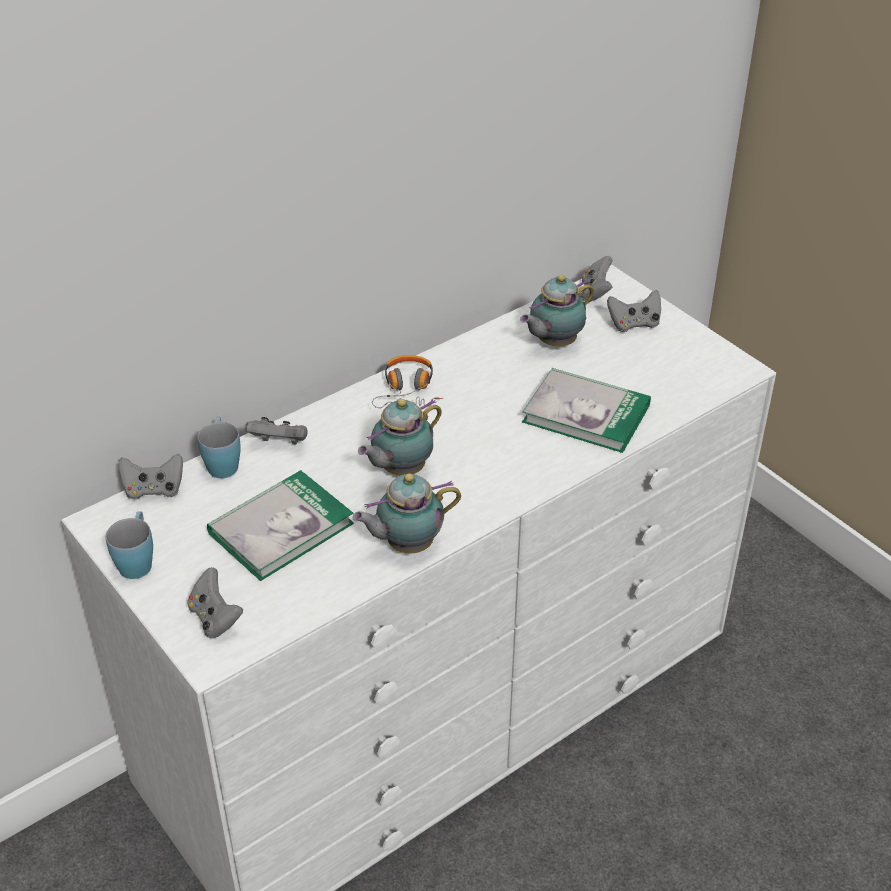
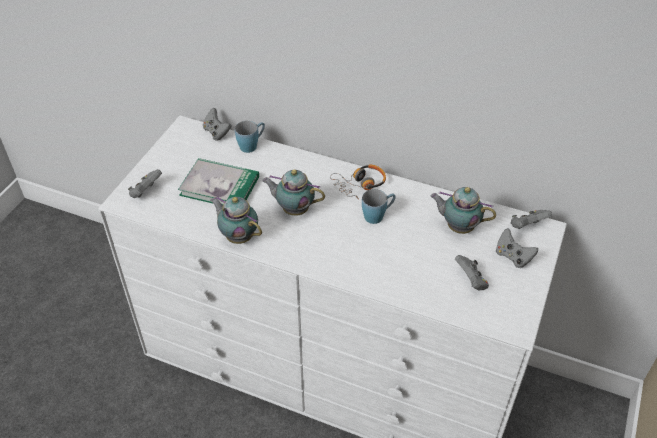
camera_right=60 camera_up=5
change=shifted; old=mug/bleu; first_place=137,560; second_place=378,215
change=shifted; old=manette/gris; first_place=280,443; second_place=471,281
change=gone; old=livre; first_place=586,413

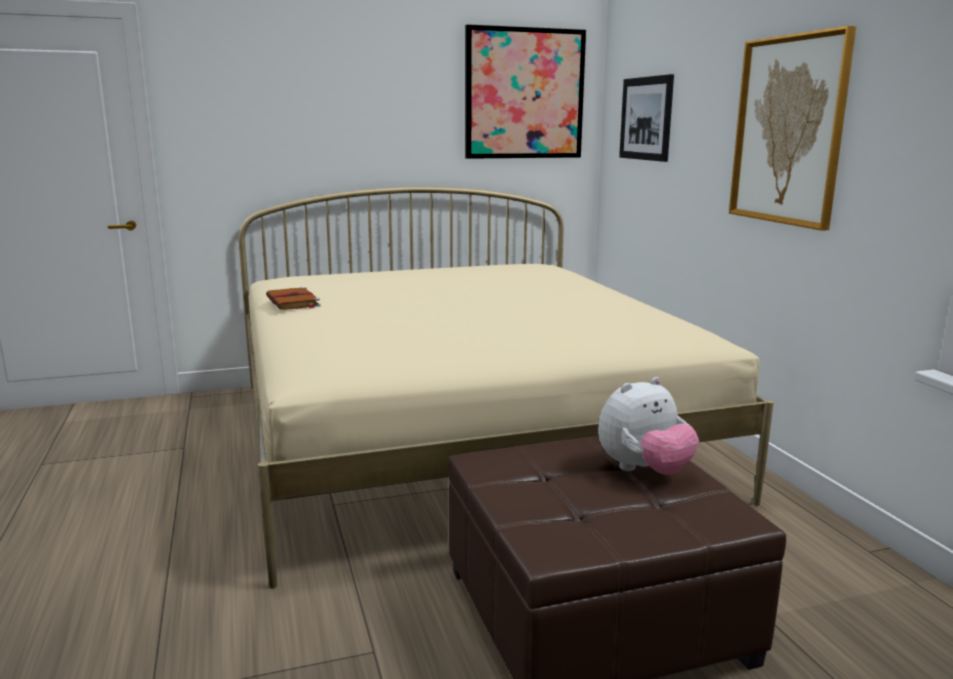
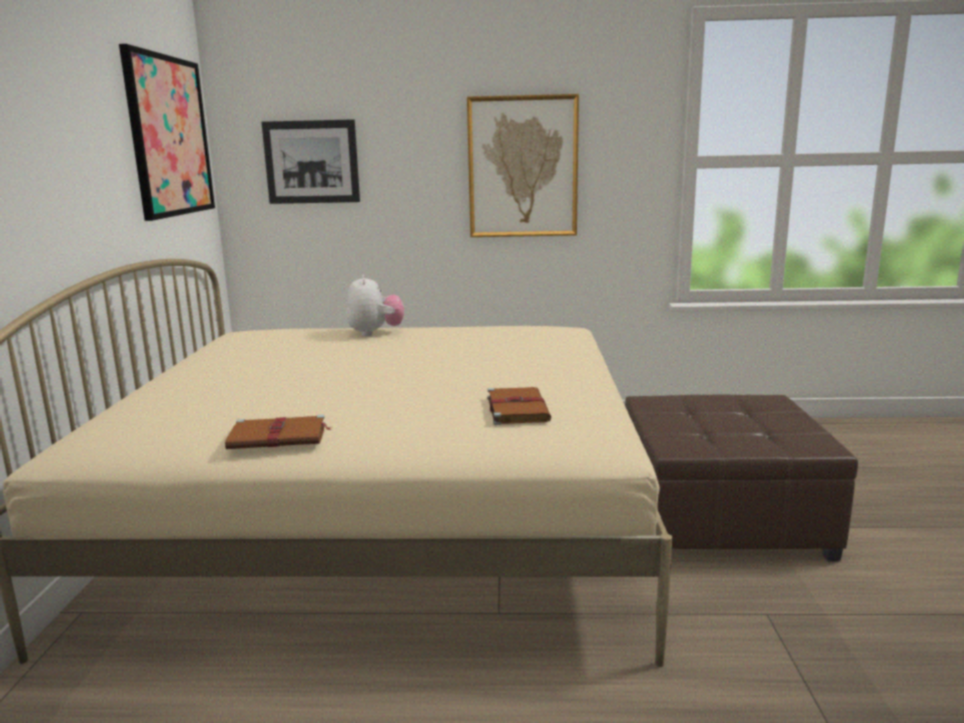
camera_right=-70 camera_up=0
change=shifted; old=peluche; first_place=644,471; second_place=375,333
change=new; new=livre/marron; second_place=517,408

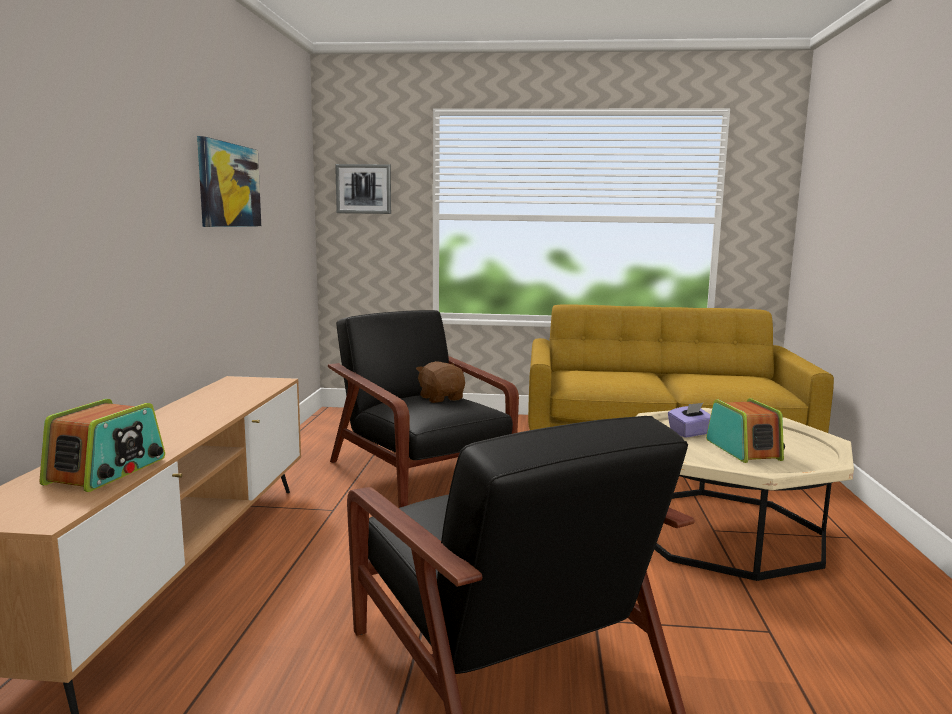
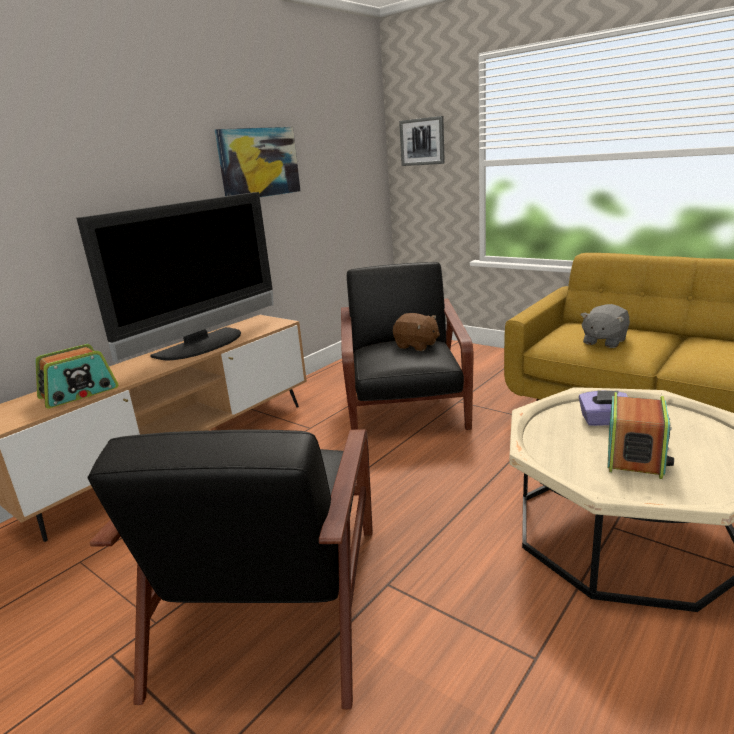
camera_right=35 camera_up=10
change=rotated; old=peluche/marron; first_place=441,398; second_place=416,346; degrees=120
change=new; new=téléviseur; second_place=203,345
change=new; new=peluche/gris; second_place=603,341

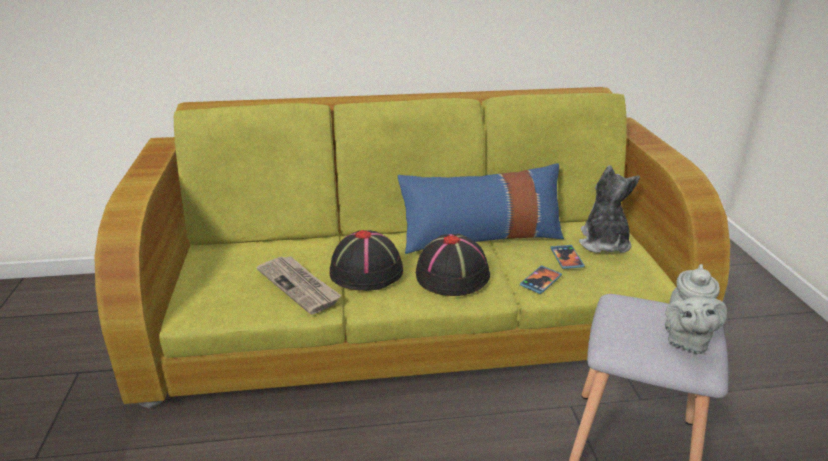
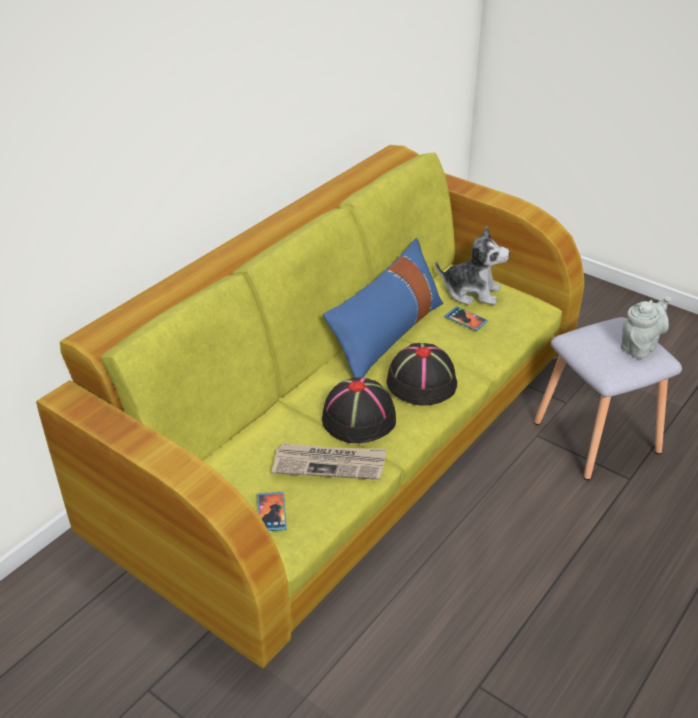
camera_right=-45 camera_up=10
change=shifted; old=téléphone; first_place=540,281; second_place=271,513
change=rotated; old=peluche; first_place=603,243; second_place=471,292; degrees=150
change=rotated; old=théière/gris; first_place=686,341; second_place=640,346; degrees=-105

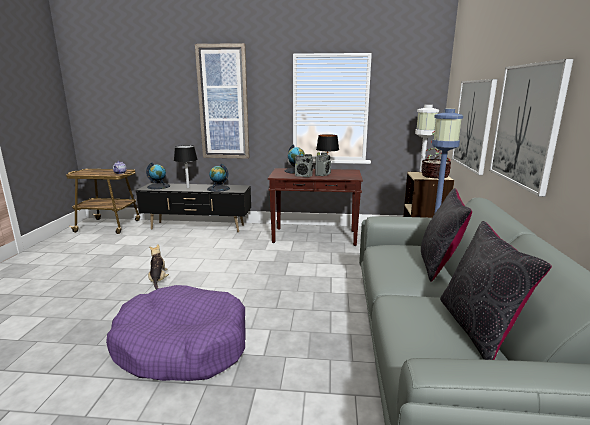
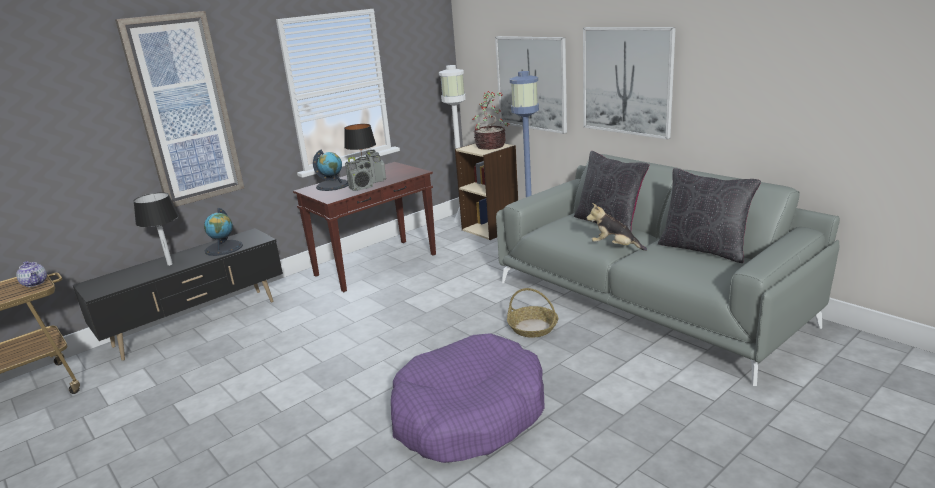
camera_right=-45 camera_up=5
change=gone; old=globe; first_place=159,186
change=shifted; old=peluche; first_place=158,280; second_place=615,247
change=new; new=panier; second_place=533,327

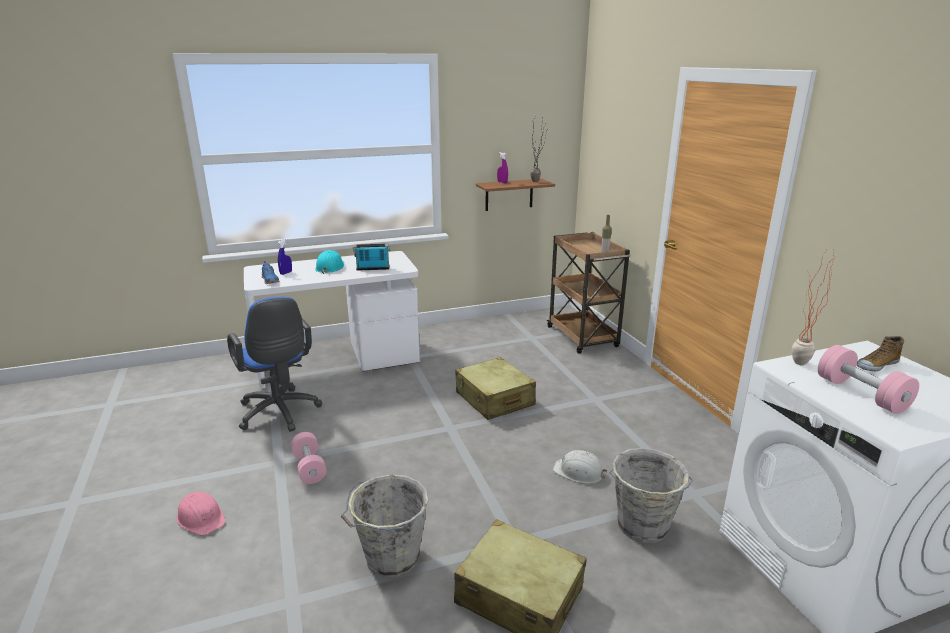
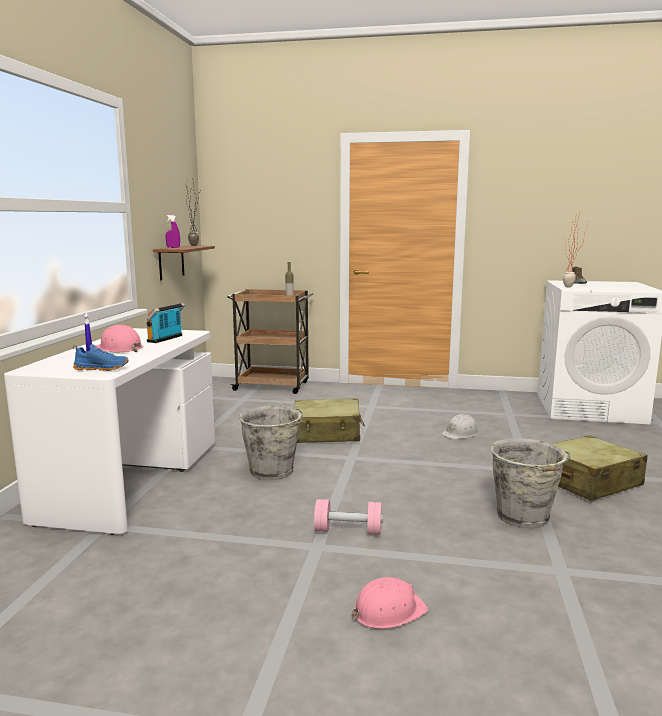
camera_right=-60 camera_up=-10
change=gone; old=chaise de bureau/bleu; first_place=280,414
change=repainted; old=casque de chantier/turquoise; new=casque de chantier/rose; first_place=330,267; second_place=119,348
change=shifted; old=seau/gris; first_place=642,527; second_place=273,472
change=gone; old=haltère/rose; first_place=861,394

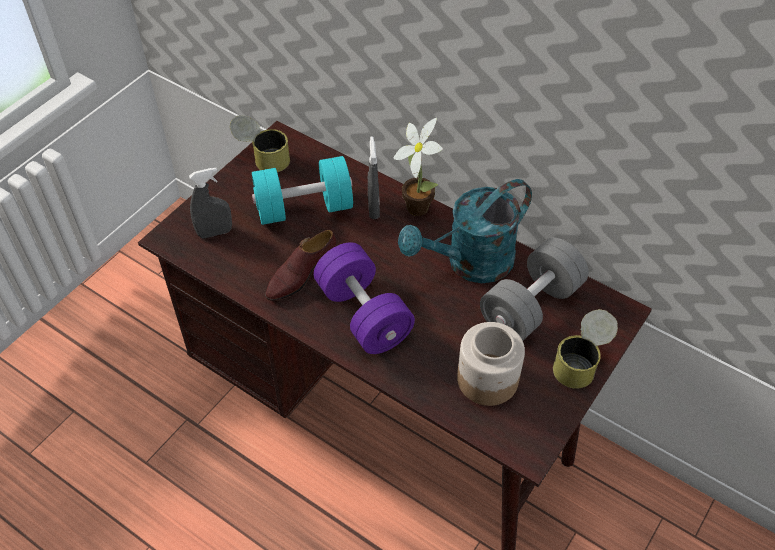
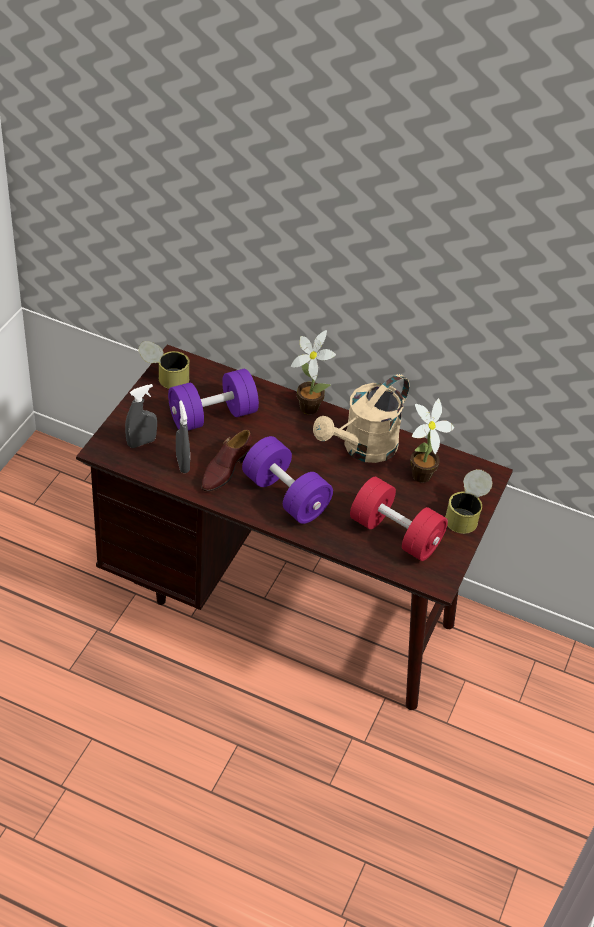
camera_right=-15 camera_up=-5
change=repainted; old=haltère/turquoise; new=haltère/violet; first_place=304,208; second_place=212,416
change=shifted; old=vaporisateur/gris; first_place=373,208; second_place=182,463
change=repainted; old=arrosoir/turquoise; new=arrosoir/beige; first_place=470,264; second_place=362,449
change=swapped; old=bocal; new=haltère/rouge; first_place=486,379; second_place=395,534
change=swapped; old=haltère/gris; new=plante en pot; first_place=531,306; second_place=418,476

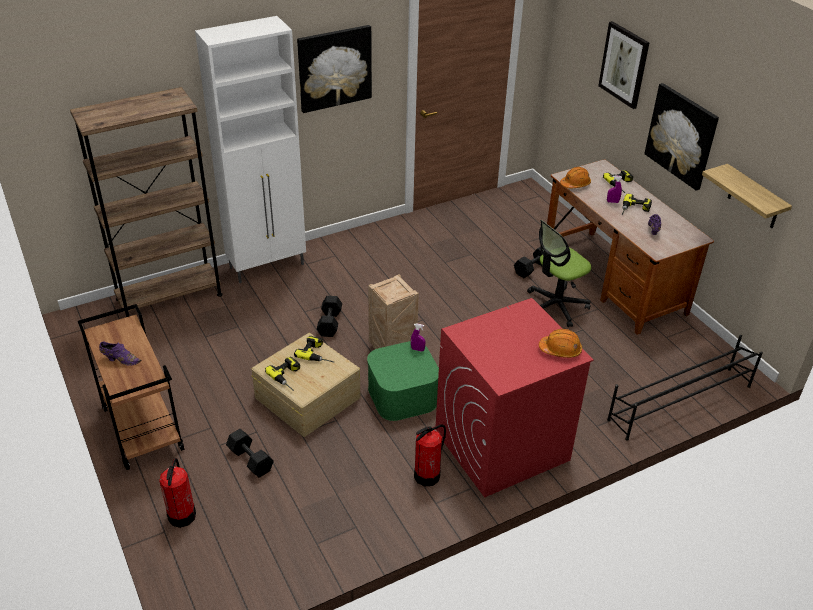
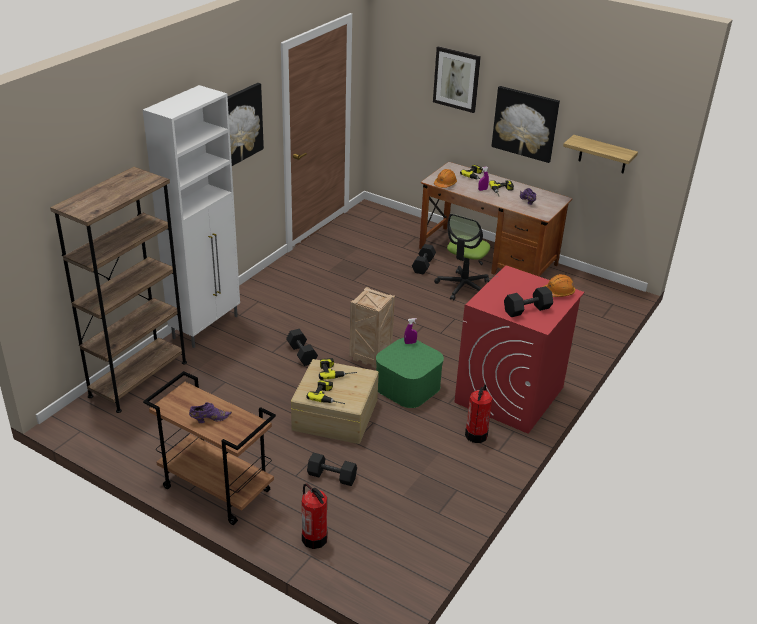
camera_right=-30 camera_up=-5
change=gone; old=étagère à chaussures/noir; first_place=679,403
change=new; new=haltère/noir; second_place=527,310

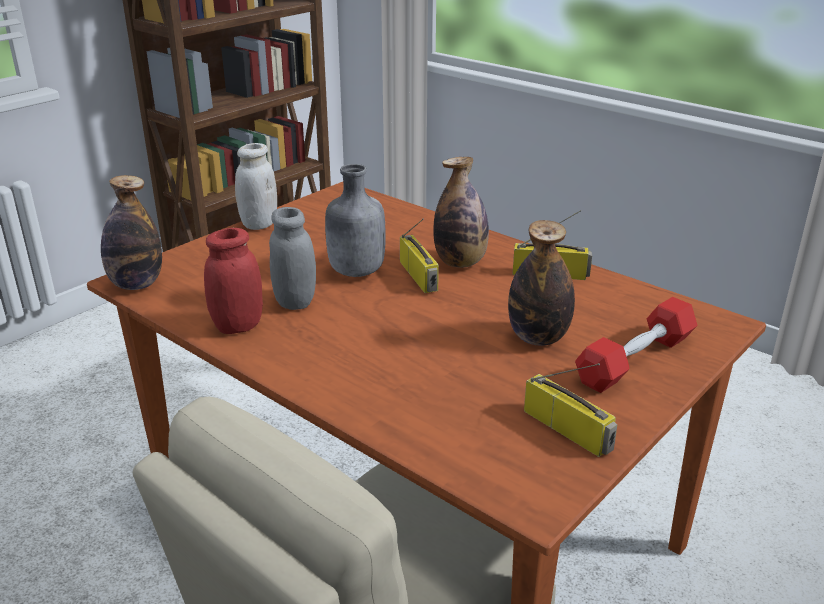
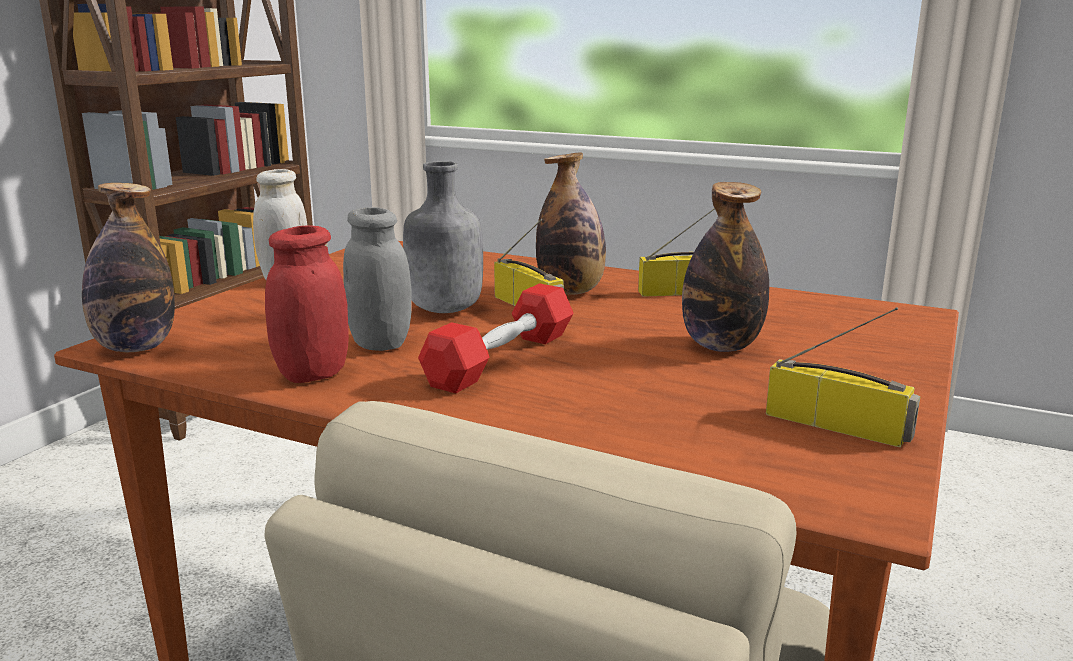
camera_right=-15 camera_up=-10
change=shifted; old=haltère/rouge; first_place=636,359; second_place=502,359

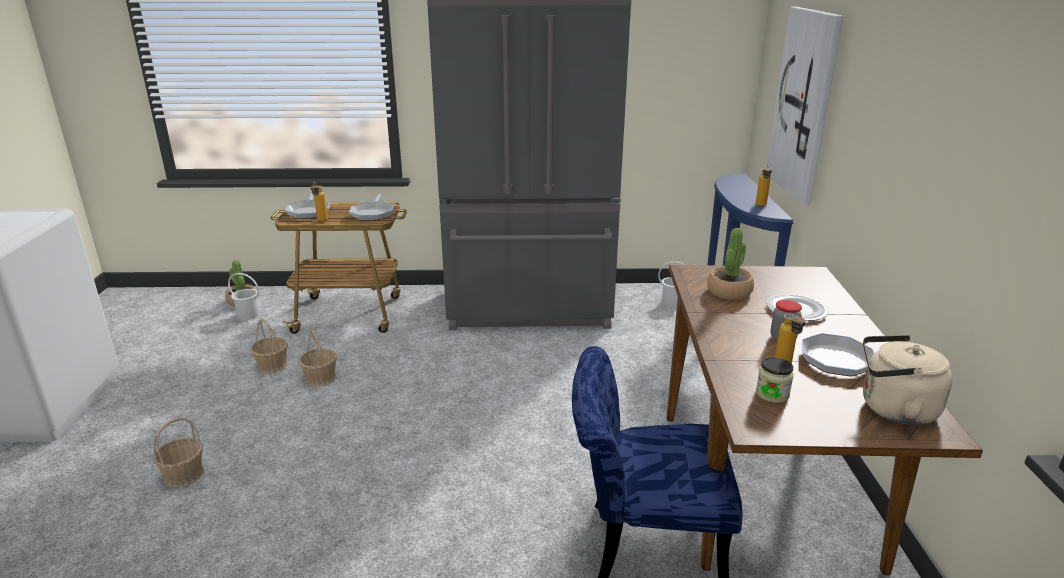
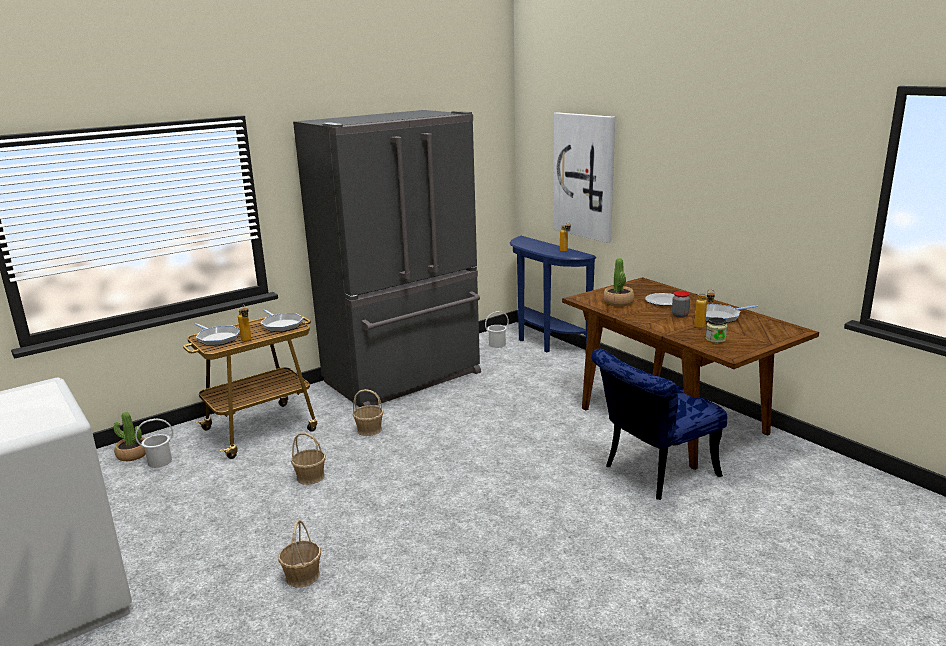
camera_right=-35 camera_up=-5
change=shifted; old=panier; first_place=272,365; second_place=369,430
change=gone; old=bouilloire/beige; first_place=893,409

